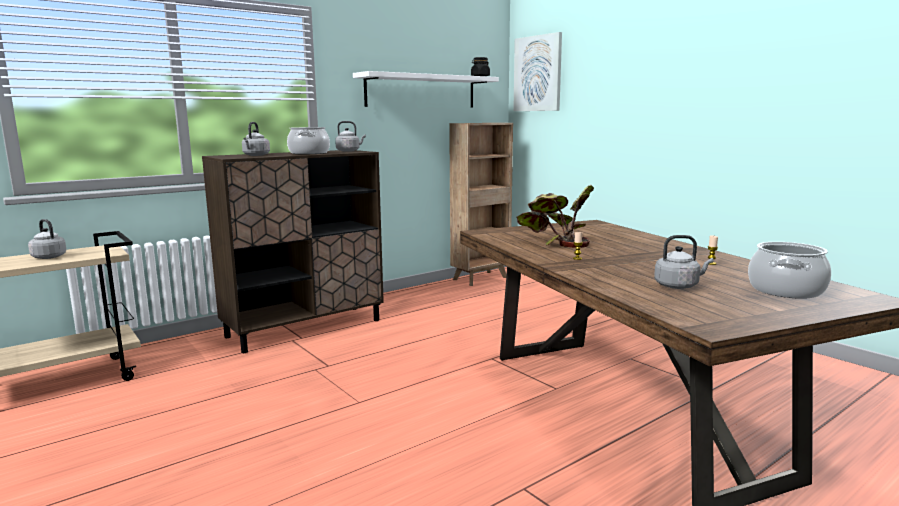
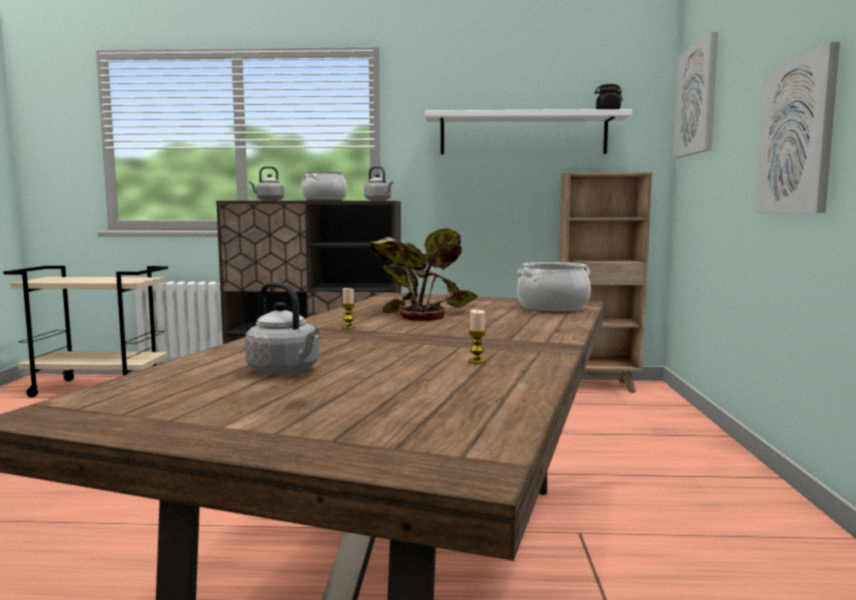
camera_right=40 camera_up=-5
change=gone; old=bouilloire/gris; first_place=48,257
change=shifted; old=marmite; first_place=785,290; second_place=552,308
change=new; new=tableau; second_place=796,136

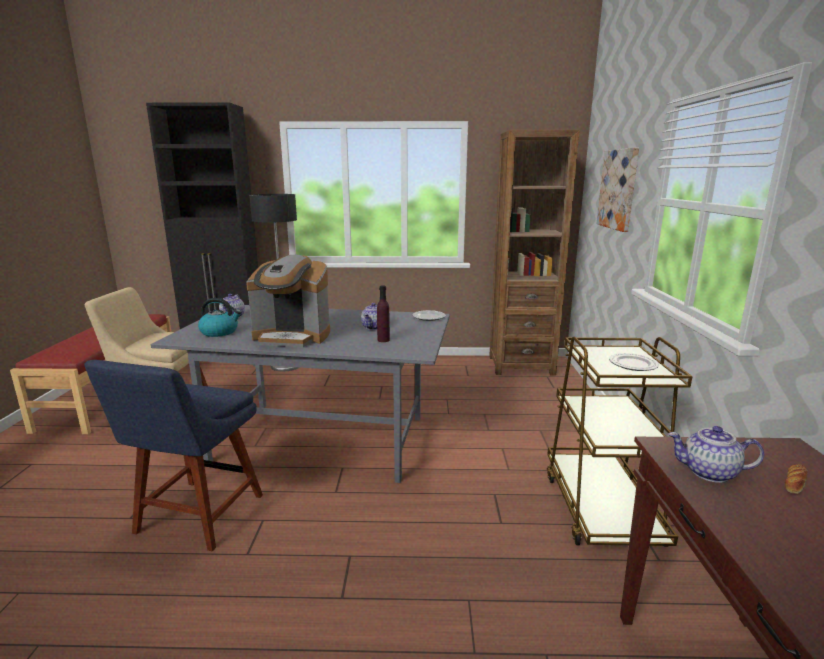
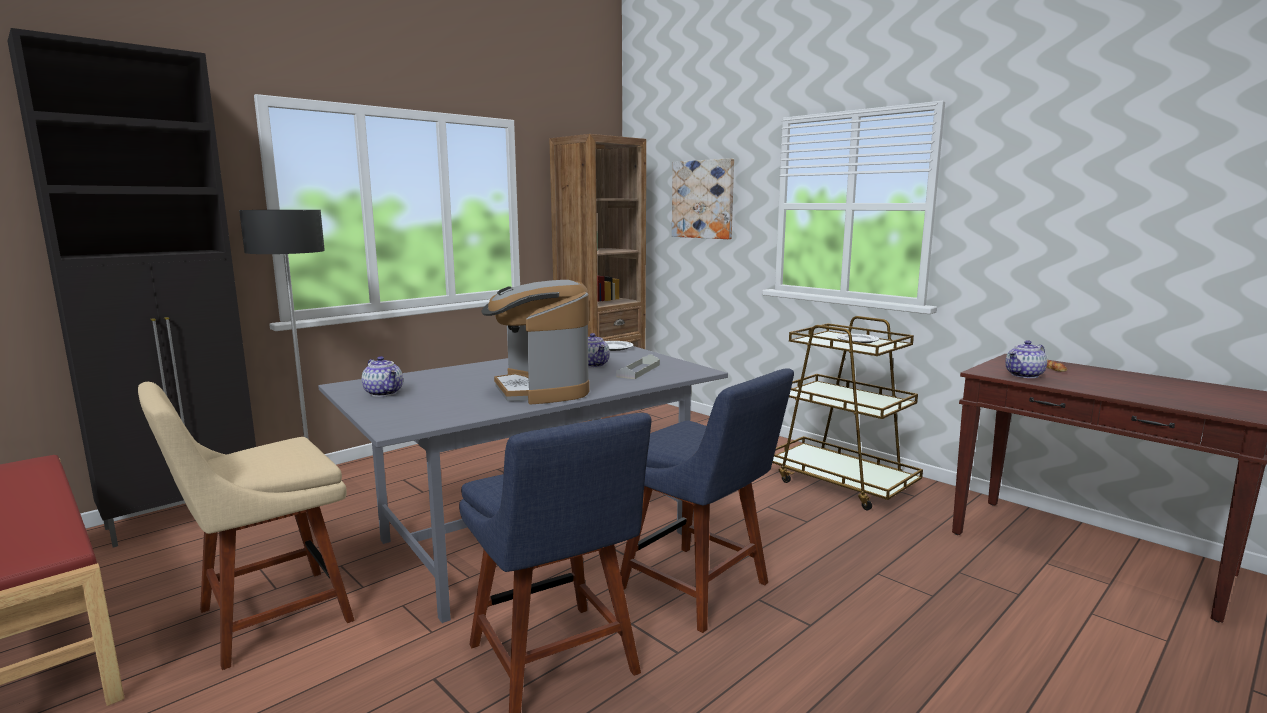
camera_right=-45 camera_up=-5
change=gone; old=bouilloire; first_place=220,332
change=rotated; old=machine à café; first_place=292,337; second_place=540,390; degrees=105
change=swapped; old=bouteille/violet; new=plateau/gris; first_place=383,340; second_place=638,371
change=new; new=chaise/bleu; second_place=699,589

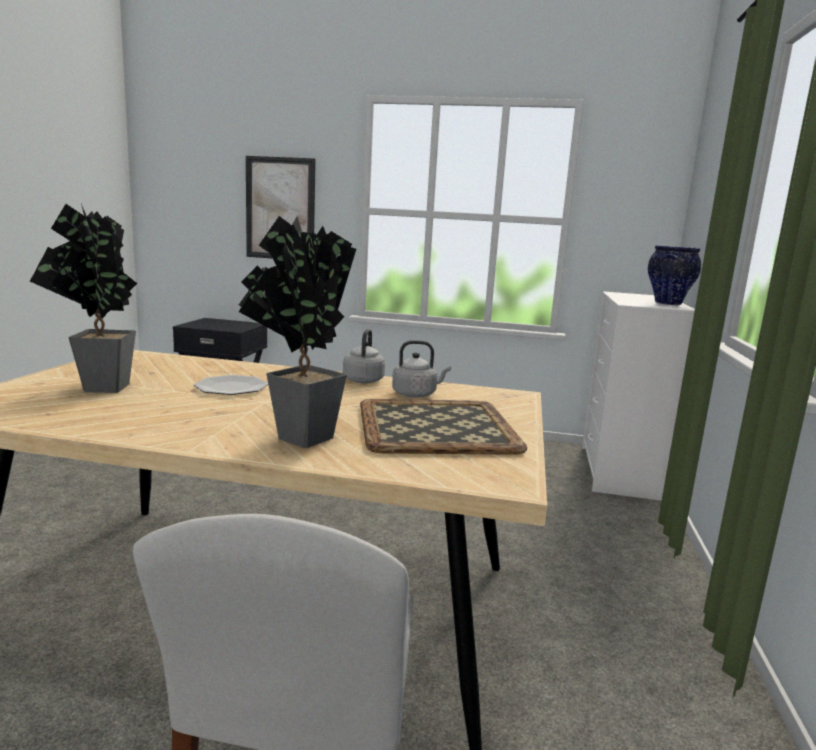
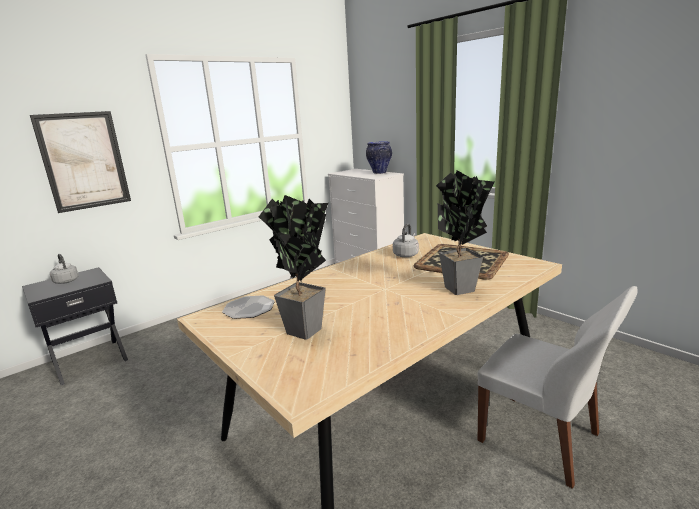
camera_right=-50 camera_up=5
change=shifted; old=assiette; first_place=231,387; second_place=249,308
change=shifted; old=bouilloire/gris; first_place=364,380; second_place=66,281

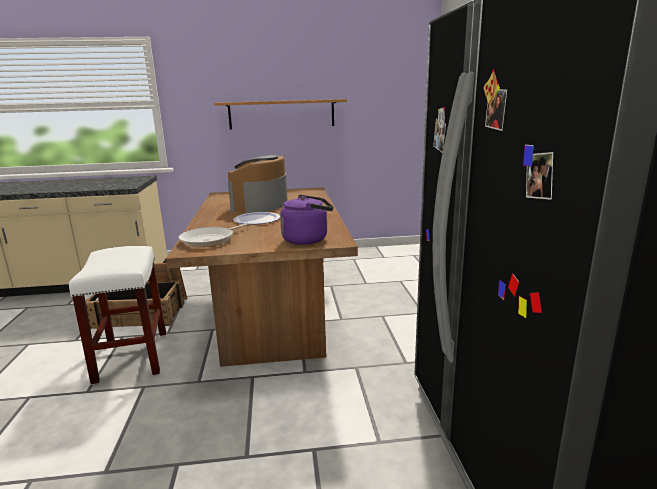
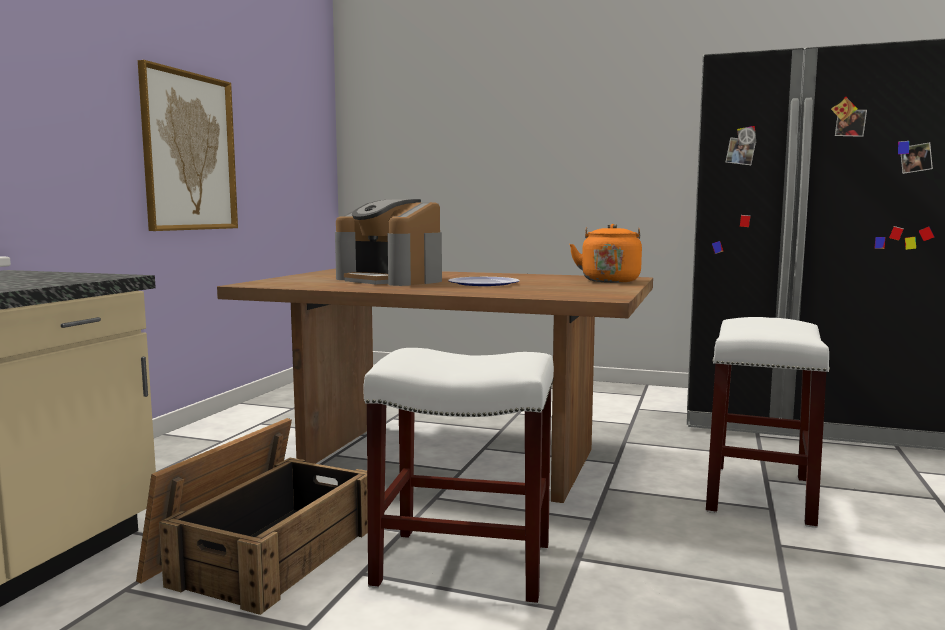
camera_right=-65 camera_up=-10
change=gone; old=poêle; first_place=210,240
change=swapped; old=étagère; new=tableau; first_place=281,114; second_place=189,152
change=repainted; old=bouilloire/violet; new=bouilloire/orange; first_place=308,239; second_place=610,280
change=new; new=tabouret/blanc; second_place=761,495

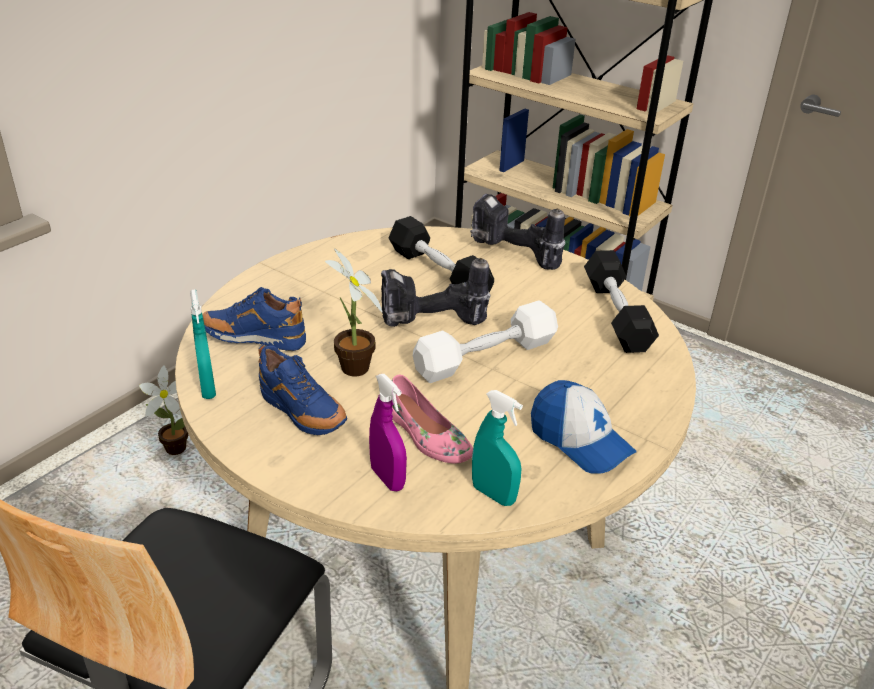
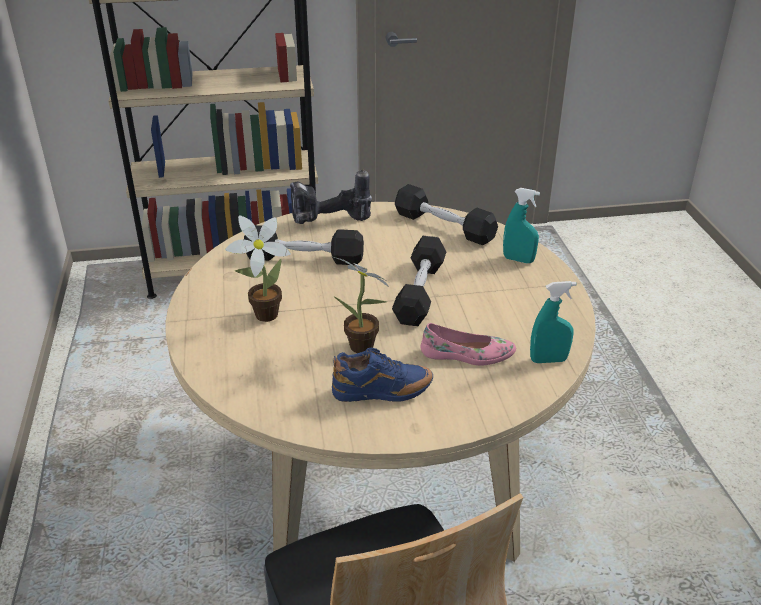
camera_right=-45 camera_up=0
change=shifted; old=plante en pot; first_place=173,448; second_place=262,315
change=shifted; old=vaporisateur/turquoise; first_place=208,388; second_place=518,260
change=gone; old=chaussure/bleu; first_place=254,340
change=gone; old=vaporisateur/violet; first_place=387,478
change=gone; old=perceuse; first_place=431,325
change=repainted; old=haltère/blanc; new=haltère/noir; first_place=485,357; second_place=420,292
change=gone; old=casquette; first_place=579,440

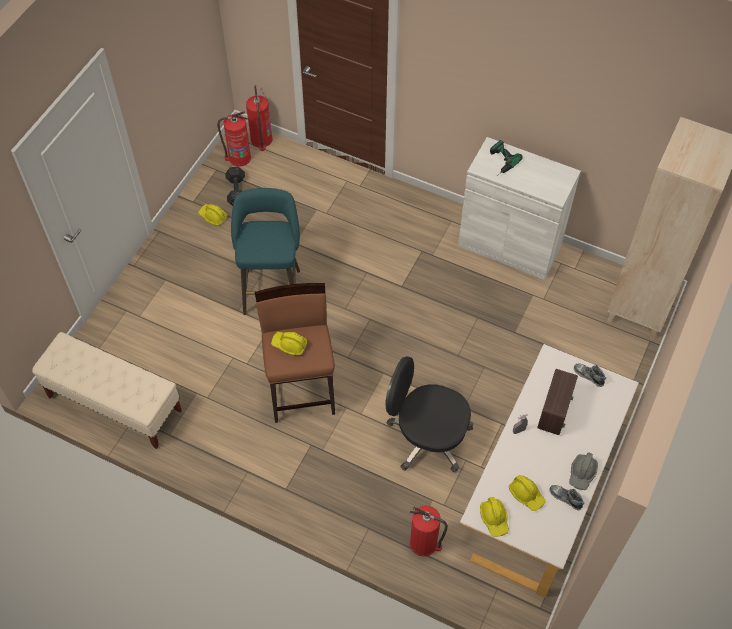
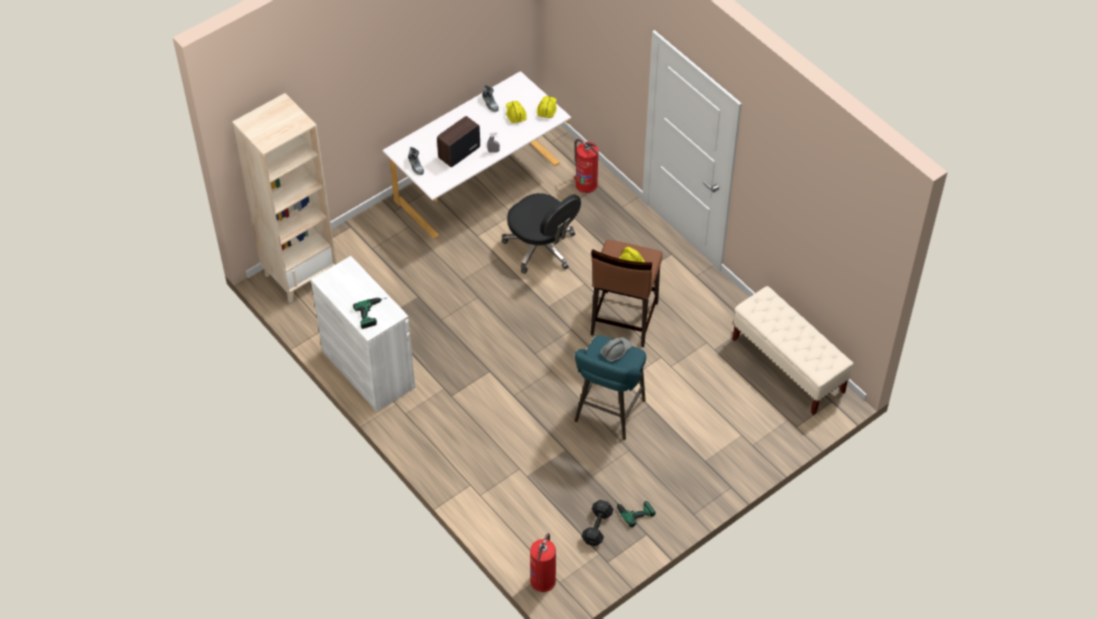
camera_right=-155 camera_up=-5
change=swapped; old=casque de chantier/jaune; new=perceuse; first_place=213,216; second_place=633,509
change=gone; old=extincteur; first_place=239,158
change=shifted; old=casque de chantier/gris; first_place=582,473; second_place=616,351

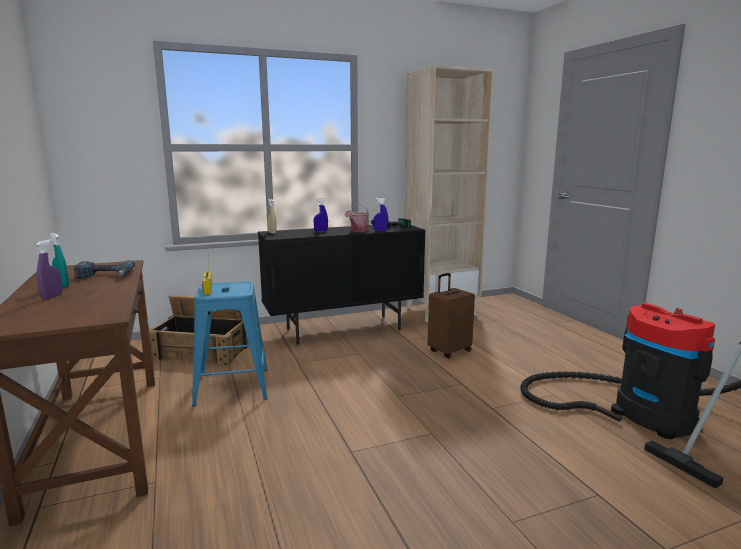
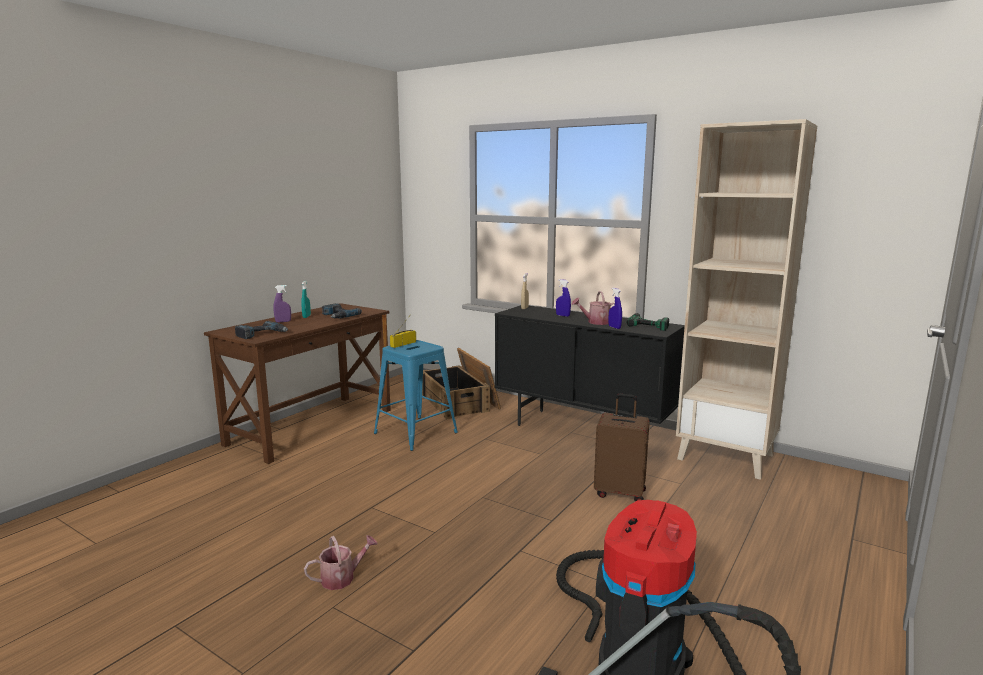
camera_right=55 camera_up=0
change=new; new=perceuse; second_place=262,334
change=new; new=arrosoir; second_place=342,578

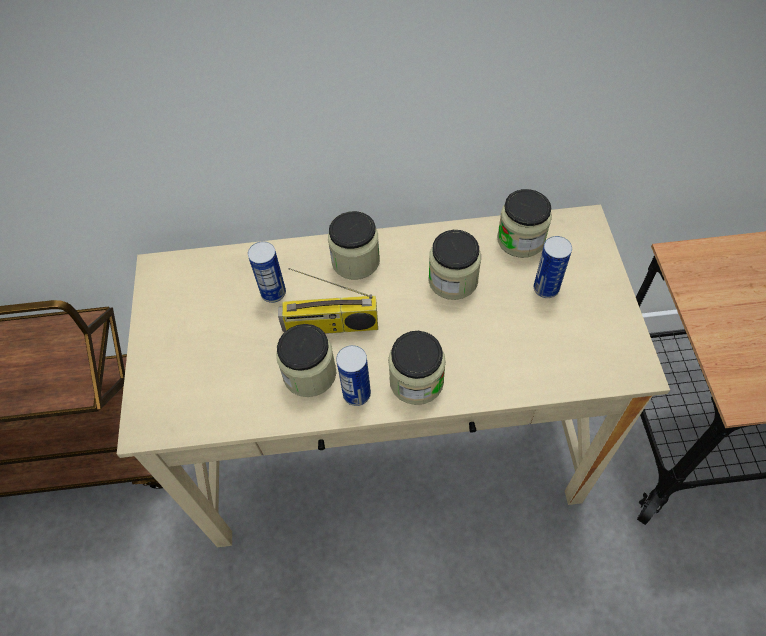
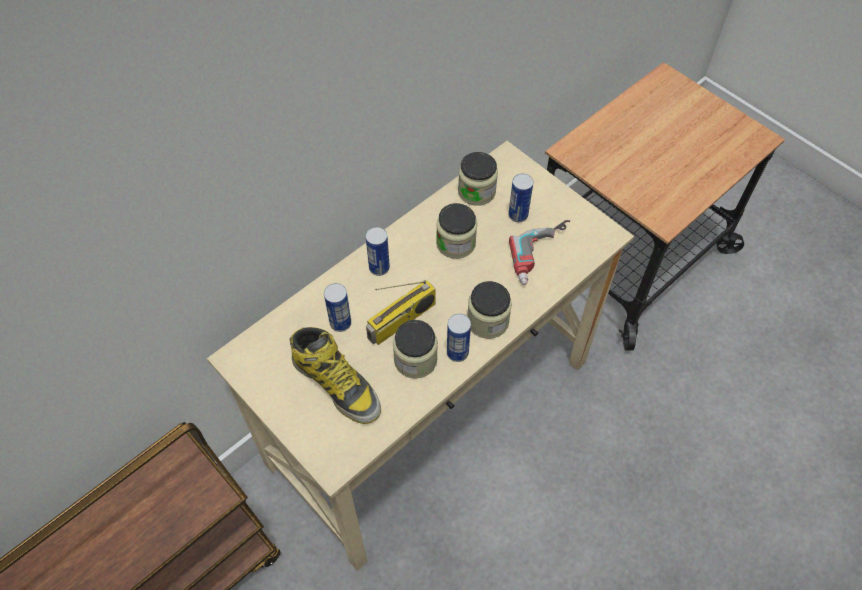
camera_right=-40 camera_up=0
change=swapped; old=bocal; new=boîte métallique; first_place=355,261; second_place=379,268
change=new; new=botte; second_place=337,384
change=new; new=perceuse; second_place=544,256

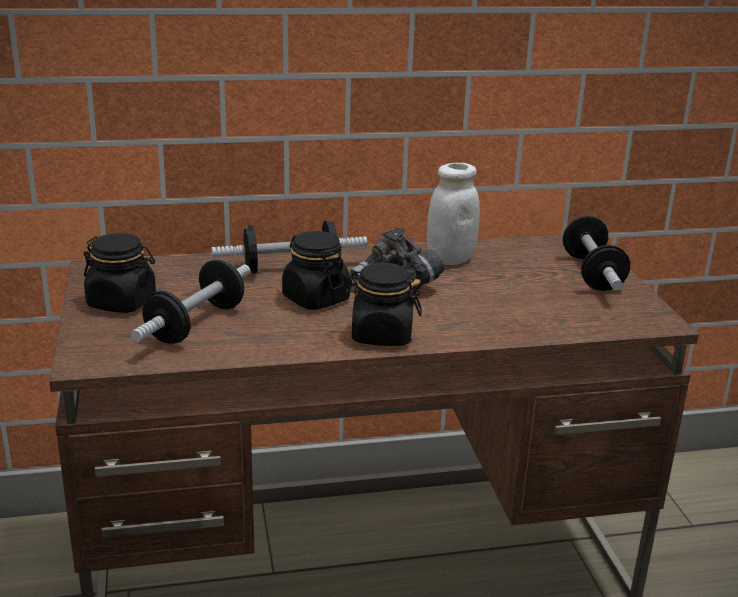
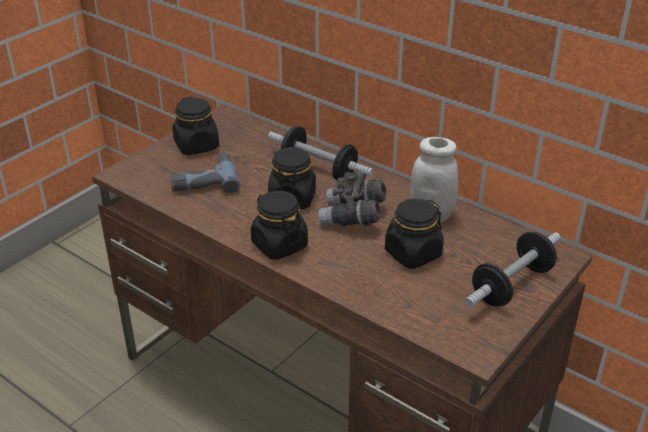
camera_right=50 camera_up=10
change=swapped; old=haltère; new=perceuse; first_place=196,324; second_place=204,180
change=new; new=bocal/noir; second_place=412,254

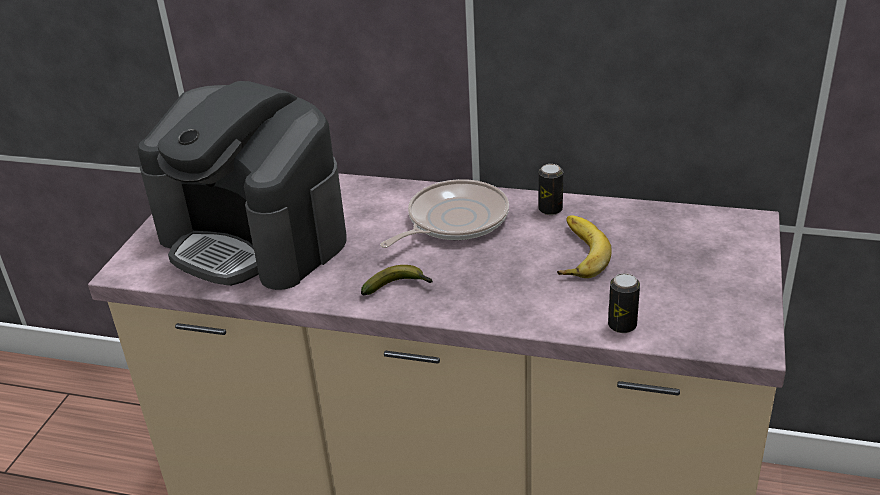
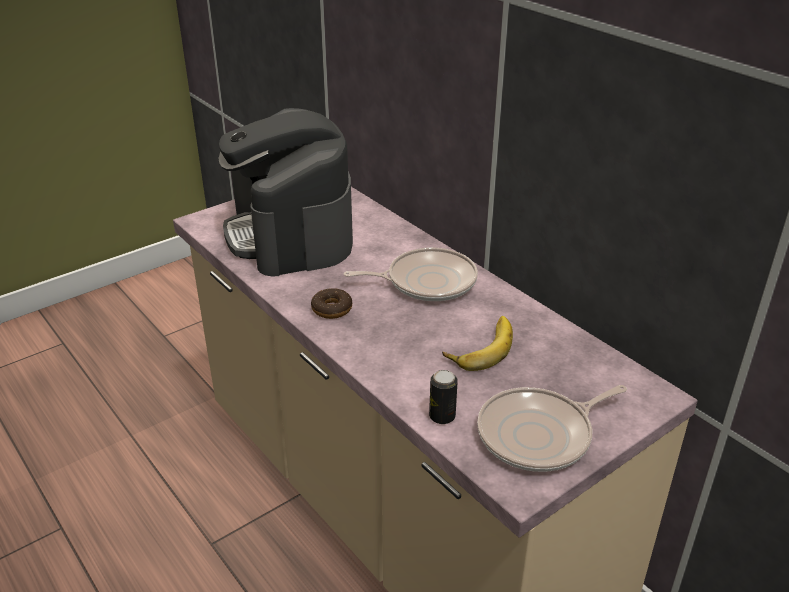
camera_right=35 camera_up=0
change=swapped; old=banane; new=beignet; first_place=398,287; second_place=332,309
change=gone; old=boîte métallique; first_place=550,209
change=new; new=poêle; second_place=539,435

